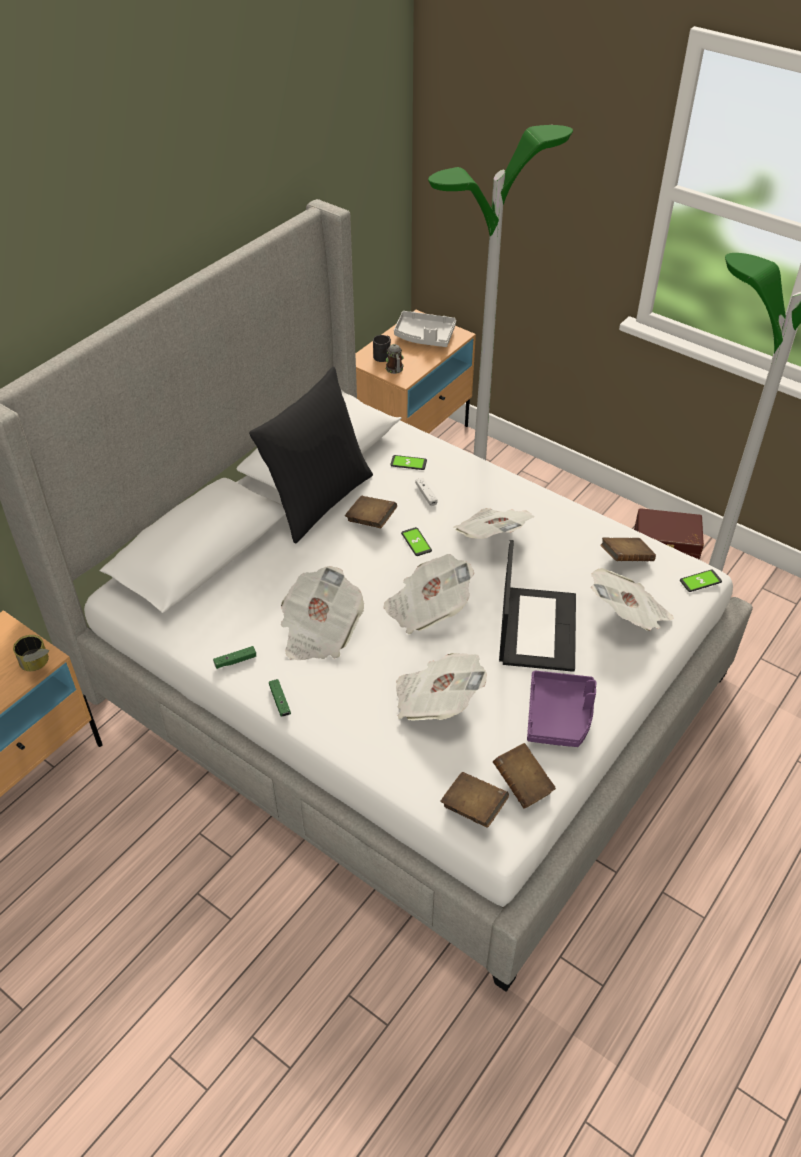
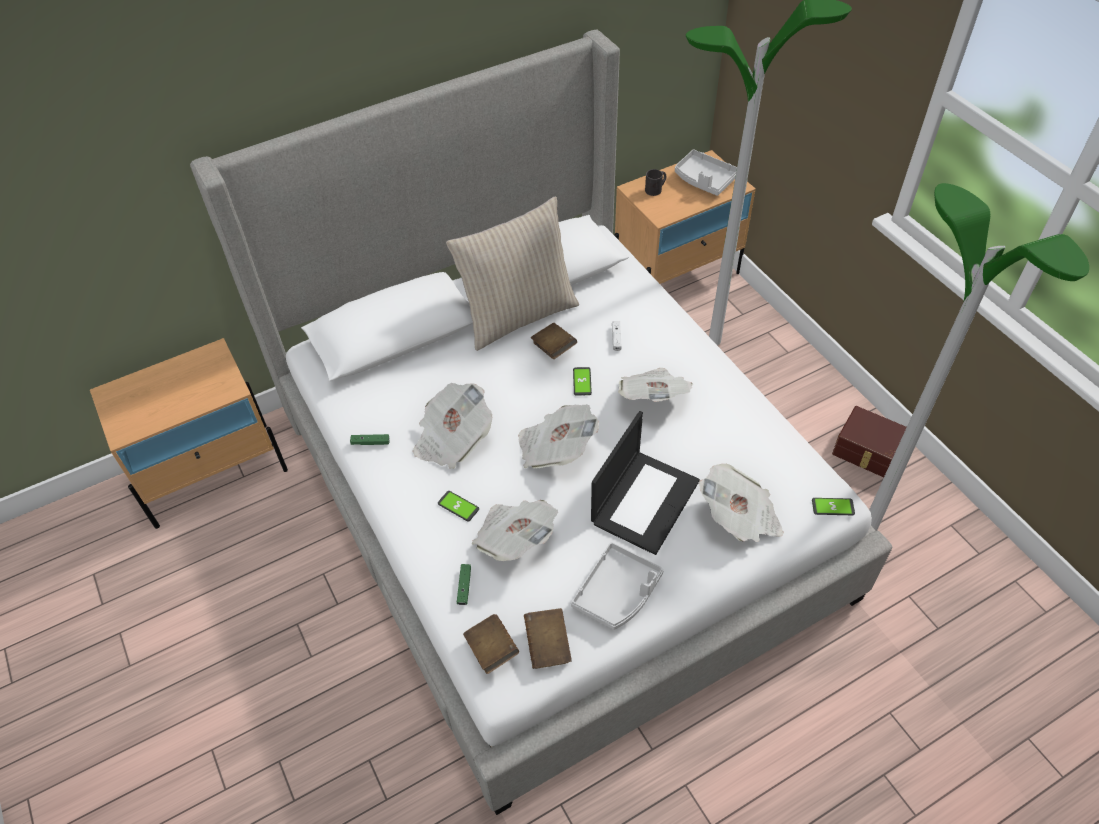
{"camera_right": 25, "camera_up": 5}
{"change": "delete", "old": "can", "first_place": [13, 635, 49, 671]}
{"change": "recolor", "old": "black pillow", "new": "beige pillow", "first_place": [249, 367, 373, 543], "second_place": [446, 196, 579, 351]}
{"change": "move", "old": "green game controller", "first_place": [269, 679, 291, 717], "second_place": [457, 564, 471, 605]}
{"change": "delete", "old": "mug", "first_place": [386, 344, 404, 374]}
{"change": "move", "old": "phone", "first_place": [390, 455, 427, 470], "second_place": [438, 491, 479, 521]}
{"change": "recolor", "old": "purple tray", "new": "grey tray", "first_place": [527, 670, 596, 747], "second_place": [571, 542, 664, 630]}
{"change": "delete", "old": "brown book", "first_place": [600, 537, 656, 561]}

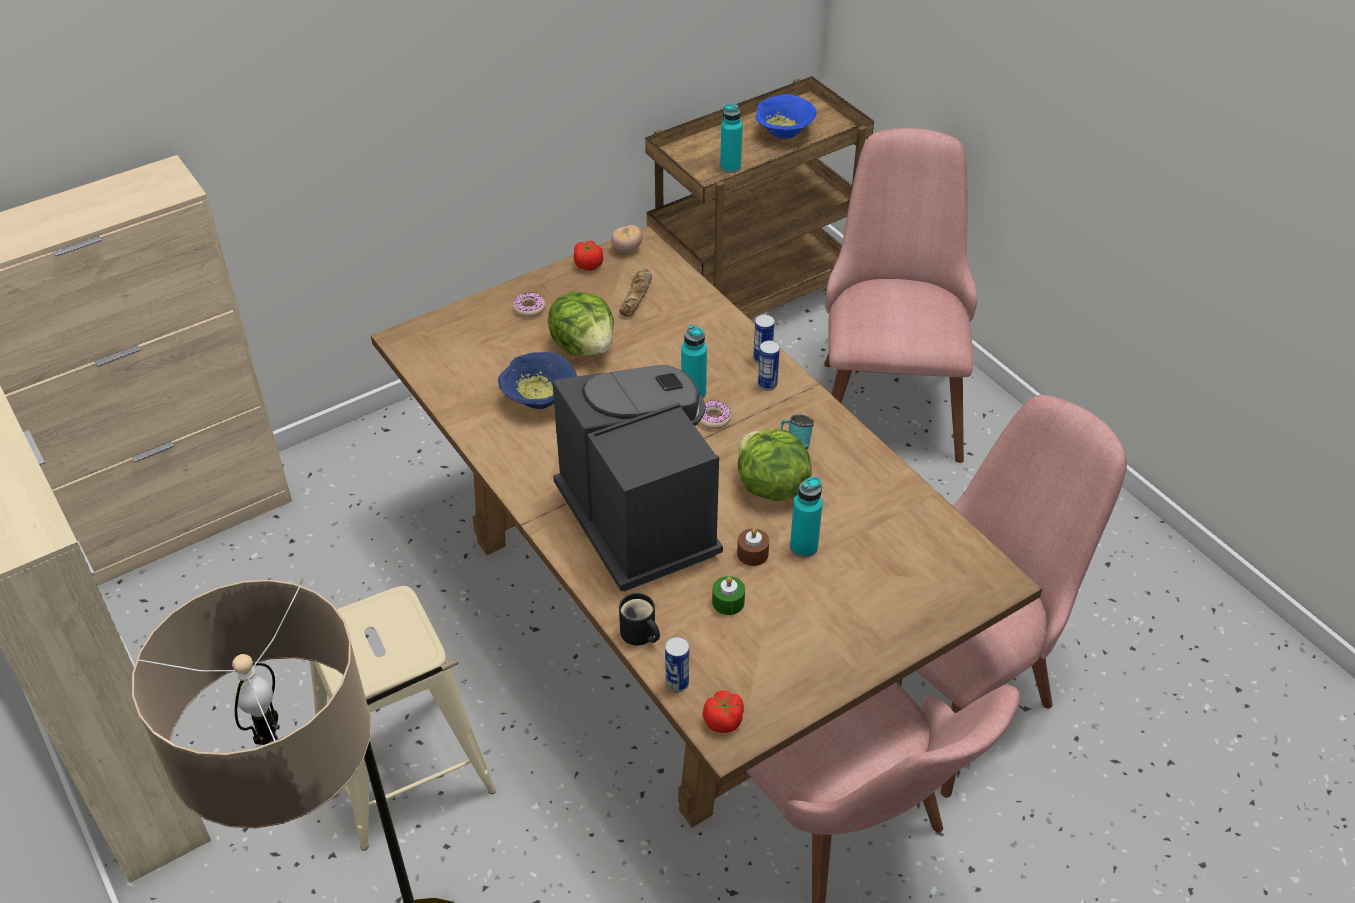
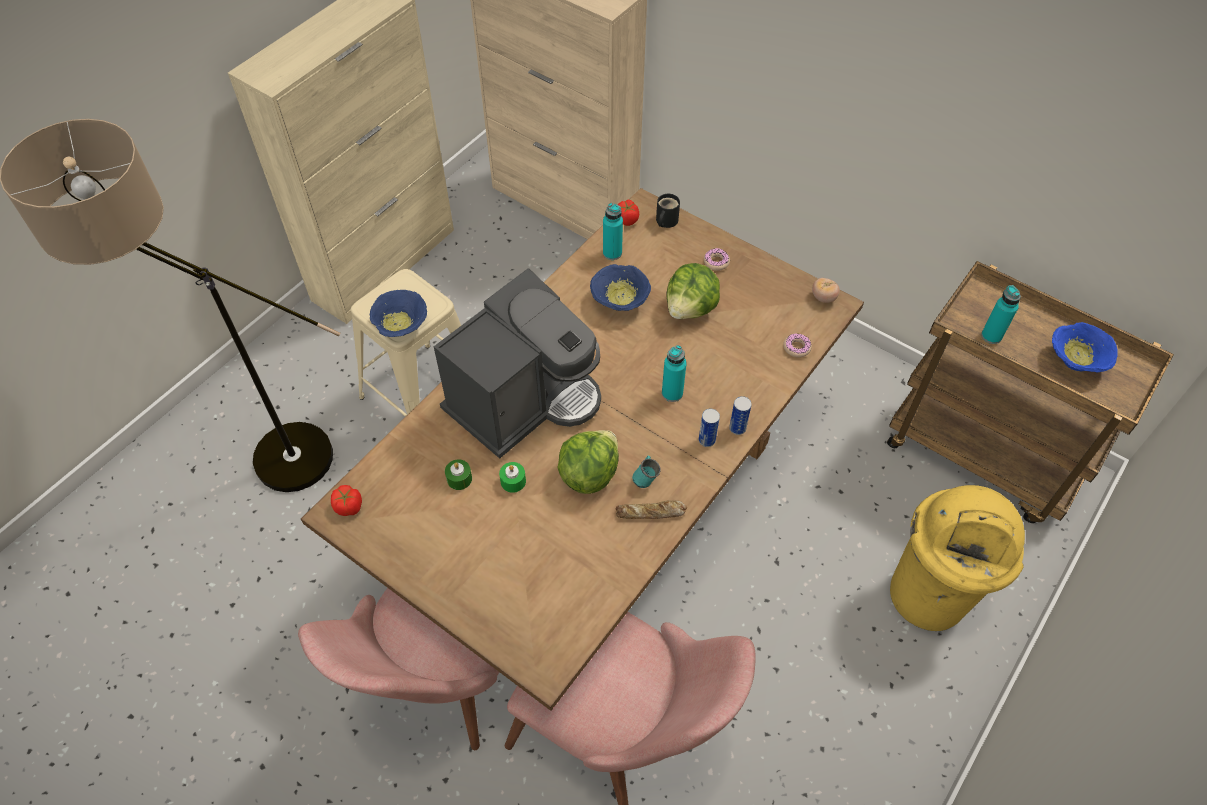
{"camera_right": 70, "camera_up": 10}
{"change": "move", "old": "tomato", "first_place": [574, 241, 603, 270], "second_place": [618, 200, 639, 226]}
{"change": "move", "old": "bread", "first_place": [619, 269, 652, 317], "second_place": [616, 500, 687, 519]}
{"change": "move", "old": "black mug", "first_place": [619, 593, 660, 645], "second_place": [656, 194, 680, 228]}
{"change": "delete", "old": "can", "first_place": [665, 637, 689, 692]}
{"change": "move", "old": "donut", "first_place": [696, 400, 731, 429], "second_place": [783, 333, 812, 358]}
{"change": "recolor", "old": "brown candle", "new": "green candle", "first_place": [737, 528, 769, 566], "second_place": [499, 462, 526, 493]}
{"change": "move", "old": "turquoise bottle", "first_place": [790, 476, 823, 558], "second_place": [603, 203, 623, 260]}
{"change": "replace", "old": "pink chair", "new": "yellow trash can", "first_place": [824, 128, 977, 463], "second_place": [890, 485, 1025, 631]}
{"change": "insert", "new": "blue bowl", "second_place": [370, 290, 427, 337]}

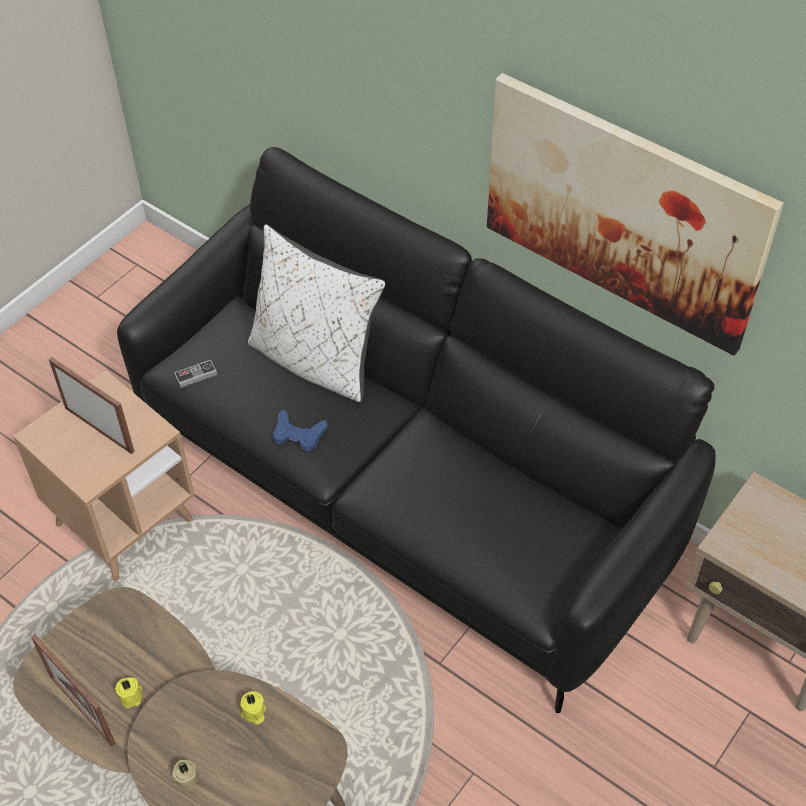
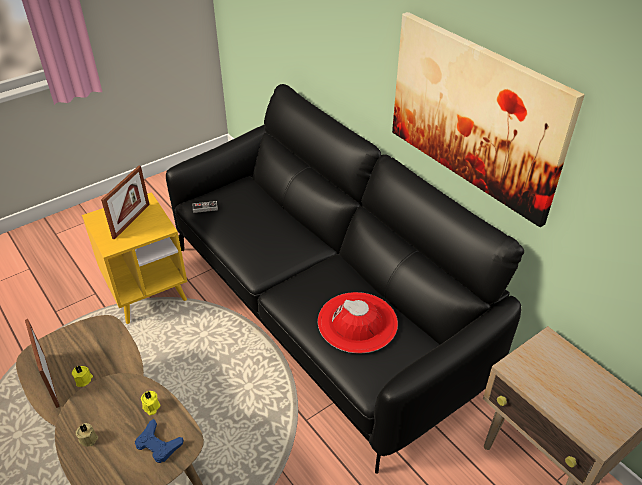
{"camera_right": 15, "camera_up": -10}
{"change": "recolor", "old": "brown side table", "new": "yellow side table", "first_place": [13, 370, 195, 581], "second_place": [82, 192, 187, 324]}
{"change": "rotate", "old": "picture frame", "first_place": [49, 357, 135, 454], "second_place": [101, 166, 150, 240], "degrees": 60}
{"change": "delete", "old": "white pillow", "first_place": [248, 224, 385, 403]}
{"change": "move", "old": "blue game controller", "first_place": [273, 409, 328, 452], "second_place": [135, 419, 184, 463]}
{"change": "insert", "new": "red hat", "second_place": [318, 292, 398, 354]}

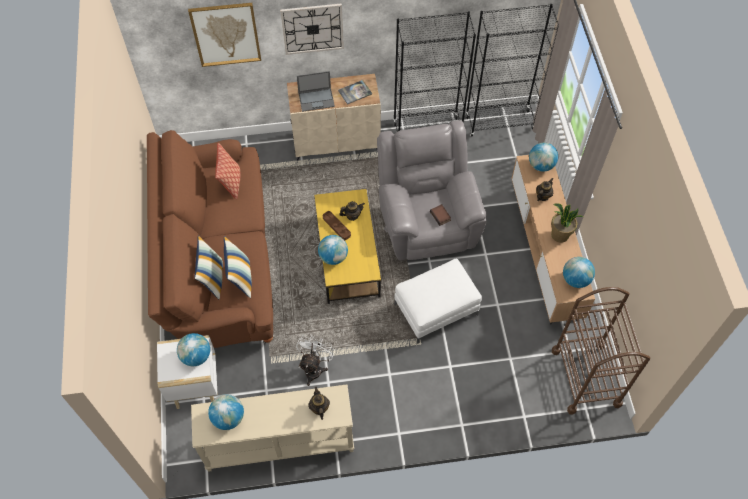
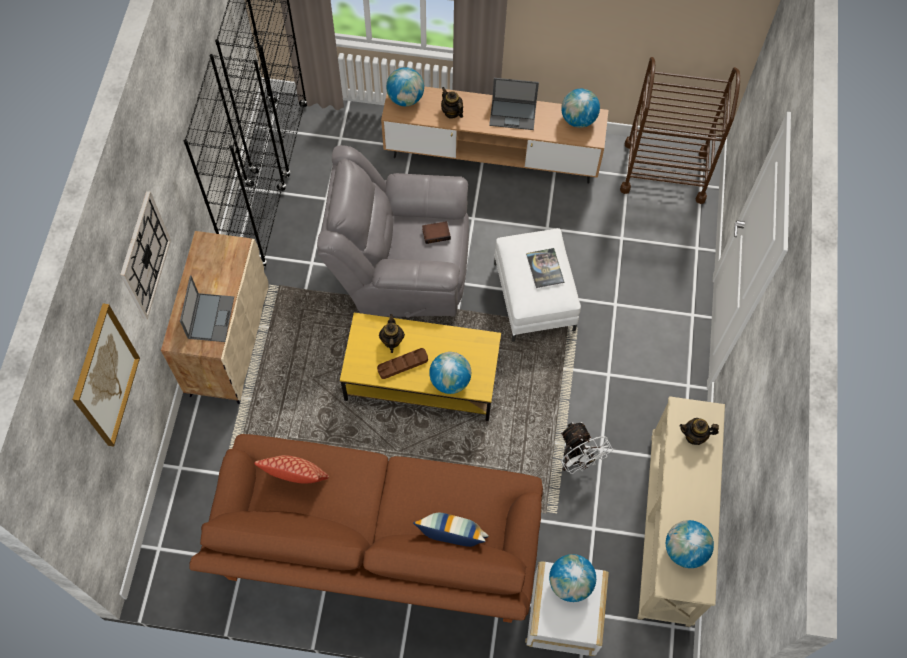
{"camera_right": -75, "camera_up": 5}
{"change": "delete", "old": "pillow", "first_place": [224, 236, 252, 298]}
{"change": "rotate", "old": "white fan", "first_place": [296, 335, 335, 386], "second_place": [561, 422, 613, 474], "degrees": -150}
{"change": "move", "old": "book", "first_place": [338, 80, 372, 105], "second_place": [526, 248, 564, 288]}
{"change": "replace", "old": "potted plant", "new": "laptop", "first_place": [551, 203, 583, 243], "second_place": [489, 78, 539, 130]}

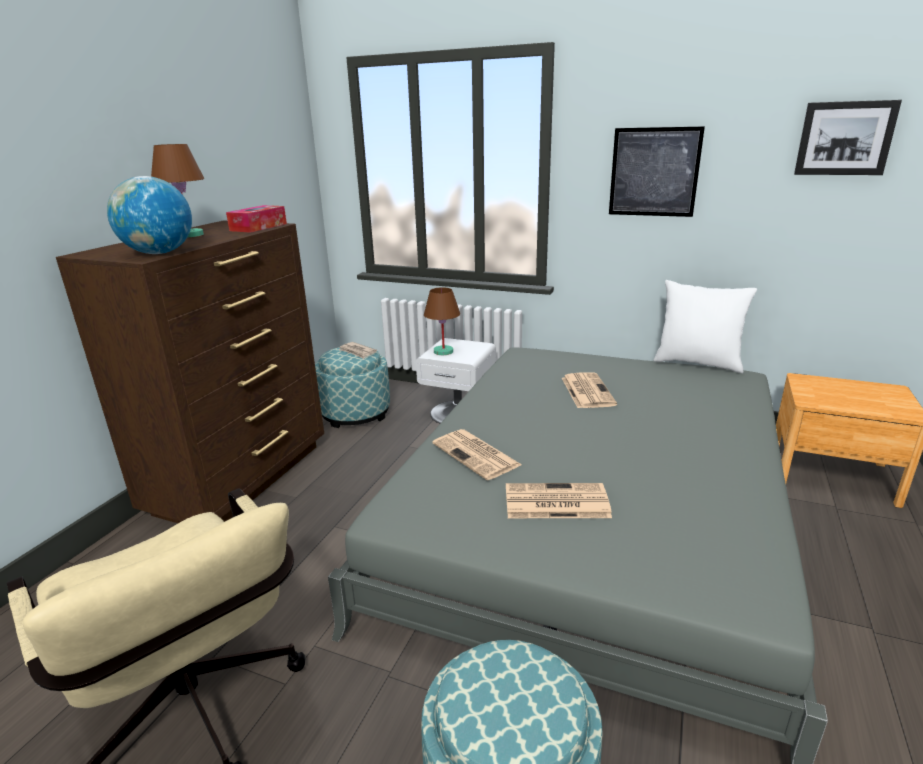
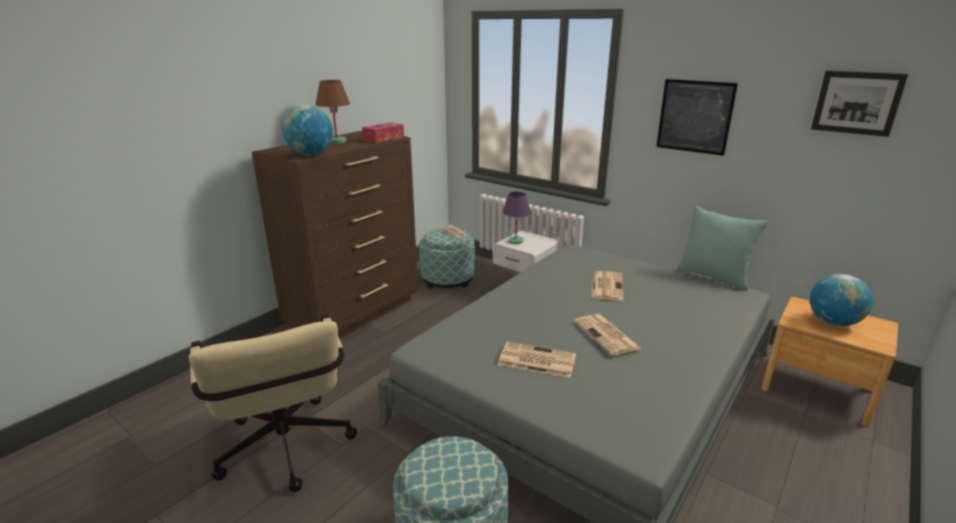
{"camera_right": 15, "camera_up": 0}
{"change": "recolor", "old": "brown table lamp", "new": "purple table lamp", "first_place": [424, 287, 460, 355], "second_place": [502, 192, 531, 244]}
{"change": "move", "old": "newspaper", "first_place": [432, 429, 522, 480], "second_place": [574, 314, 642, 356]}
{"change": "recolor", "old": "white pillow", "new": "turquoise pillow", "first_place": [653, 280, 757, 373], "second_place": [677, 206, 768, 291]}
{"change": "insert", "new": "globe", "second_place": [810, 274, 873, 326]}

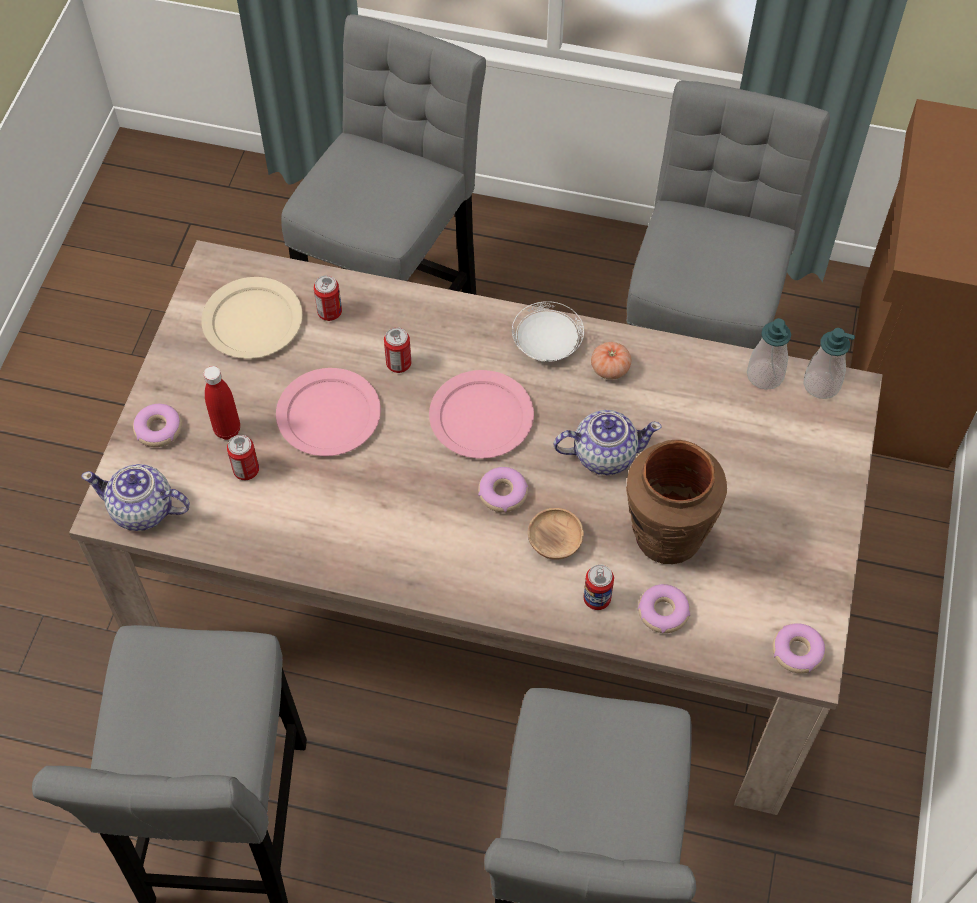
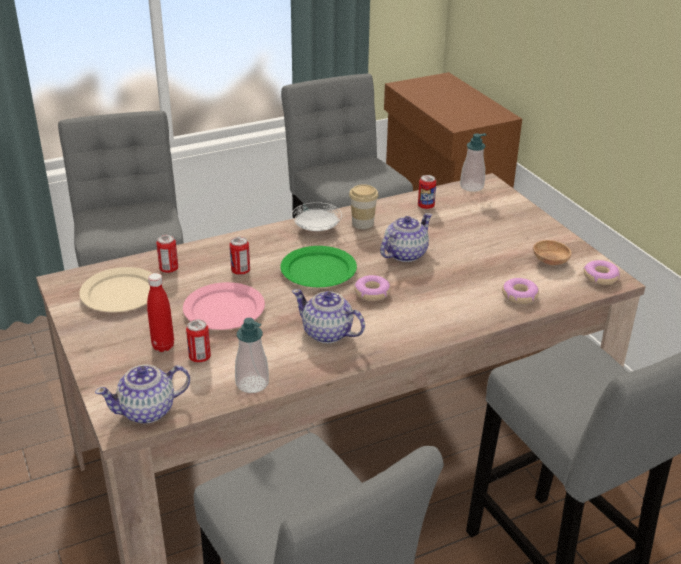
{"camera_right": -40, "camera_up": -25}
{"change": "delete", "old": "donut", "first_place": [133, 404, 182, 447]}
{"change": "recolor", "old": "pink plate", "new": "green plate", "first_place": [429, 370, 534, 459], "second_place": [280, 246, 357, 287]}
{"change": "move", "old": "brown bowl", "first_place": [528, 508, 584, 559], "second_place": [533, 240, 571, 265]}
{"change": "move", "old": "can", "first_place": [583, 564, 614, 610], "second_place": [418, 175, 436, 209]}
{"change": "replace", "old": "tomato", "new": "cup", "first_place": [591, 342, 631, 379], "second_place": [349, 184, 378, 229]}
{"change": "delete", "old": "brown vase", "first_place": [626, 440, 727, 564]}
{"change": "move", "old": "soap dispenser", "first_place": [747, 318, 791, 390], "second_place": [235, 318, 269, 393]}
{"change": "insert", "new": "teapot", "second_place": [292, 289, 365, 343]}

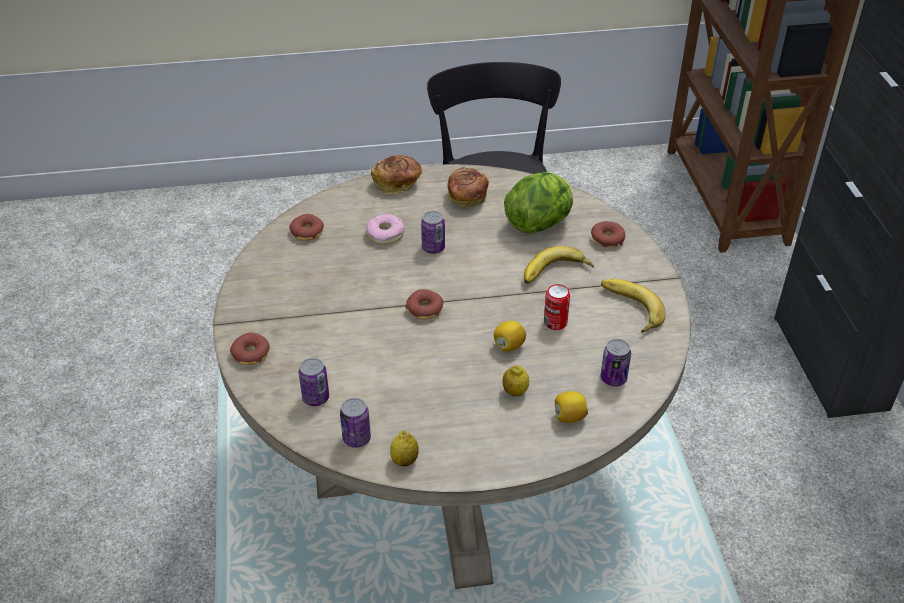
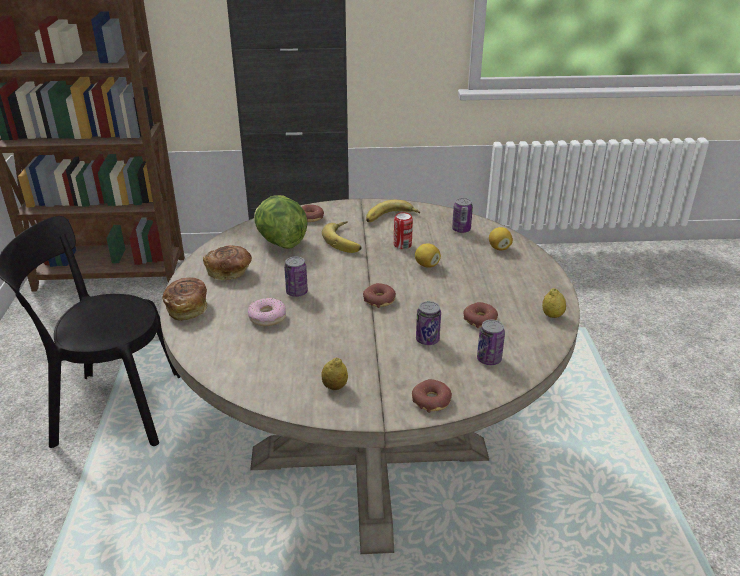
{"camera_right": -85, "camera_up": -10}
{"change": "move", "old": "donut", "first_place": [289, 214, 324, 241], "second_place": [464, 302, 498, 328]}
{"change": "move", "old": "can", "first_place": [340, 398, 371, 448], "second_place": [416, 301, 441, 345]}
{"change": "move", "old": "lemon", "first_place": [503, 365, 529, 396], "second_place": [322, 358, 348, 390]}

